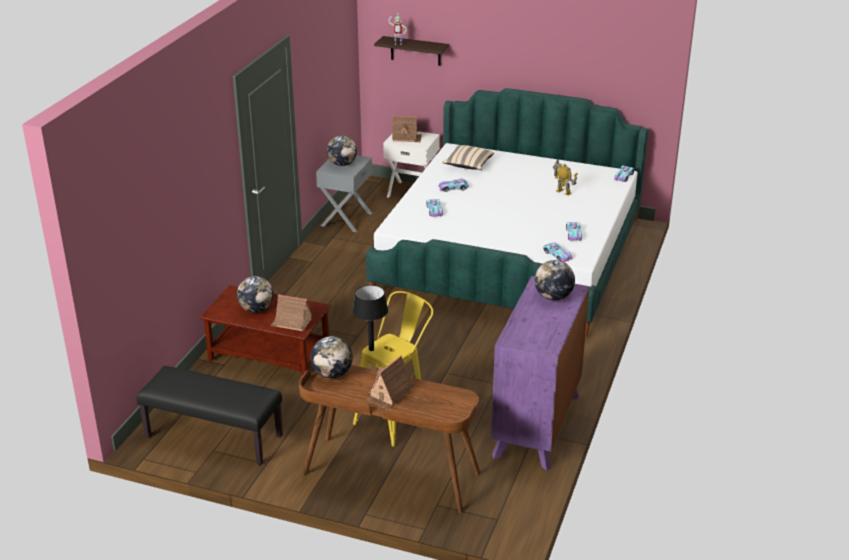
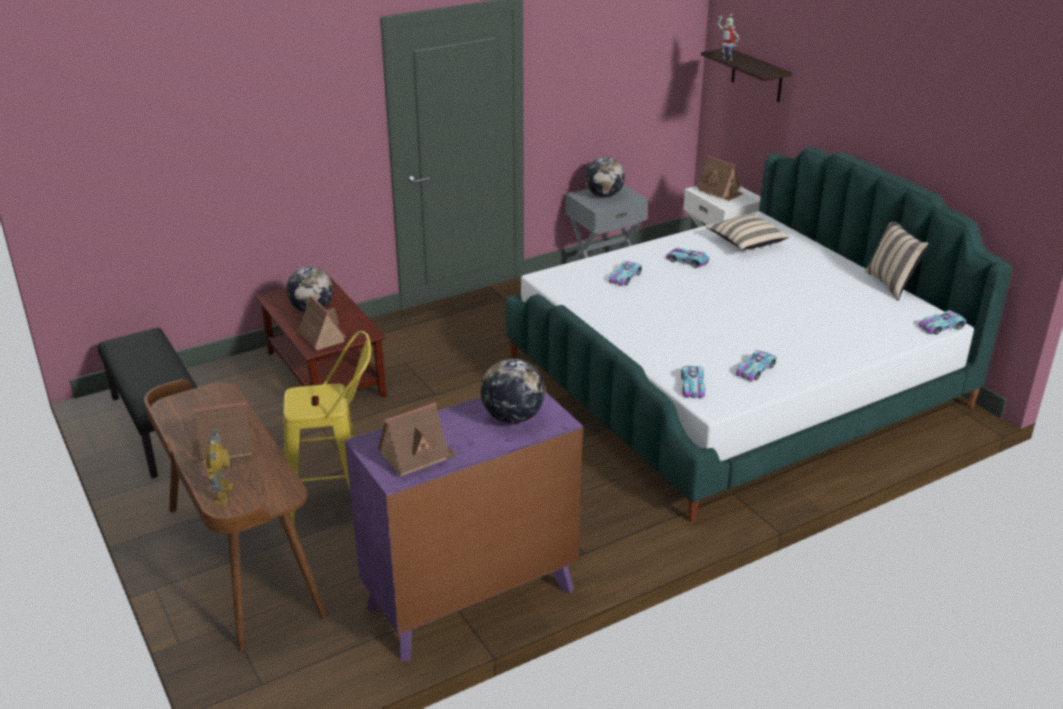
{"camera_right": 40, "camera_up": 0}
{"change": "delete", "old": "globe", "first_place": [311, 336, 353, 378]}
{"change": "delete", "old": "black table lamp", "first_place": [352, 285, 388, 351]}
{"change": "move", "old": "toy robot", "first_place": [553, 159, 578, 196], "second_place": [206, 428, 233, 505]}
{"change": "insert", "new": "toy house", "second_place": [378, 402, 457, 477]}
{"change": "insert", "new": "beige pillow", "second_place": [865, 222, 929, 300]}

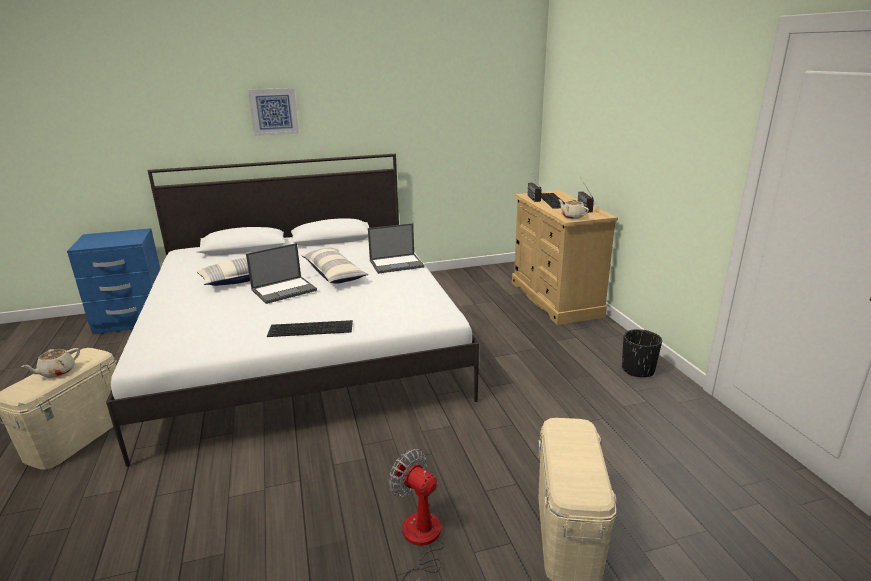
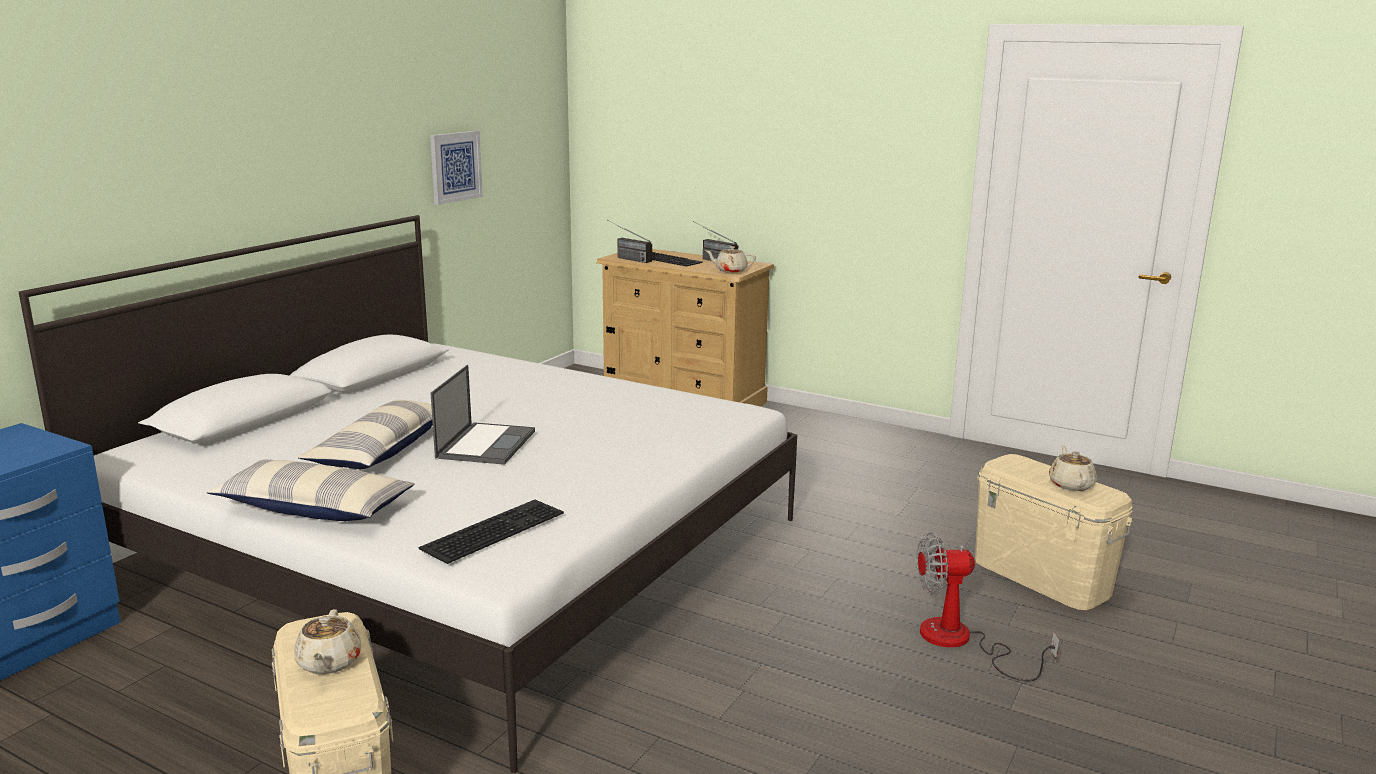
{"camera_right": -45, "camera_up": -5}
{"change": "move", "old": "picture", "first_place": [248, 88, 299, 136], "second_place": [430, 131, 483, 205]}
{"change": "move", "old": "keyboard", "first_place": [267, 320, 353, 337], "second_place": [419, 500, 564, 564]}
{"change": "move", "old": "pillow", "first_place": [301, 248, 368, 284], "second_place": [206, 460, 415, 521]}
{"change": "delete", "old": "laptop", "first_place": [368, 223, 425, 274]}
{"change": "delete", "old": "black planter", "first_place": [622, 329, 662, 377]}
{"change": "insert", "new": "beige teapot", "second_place": [1049, 445, 1097, 491]}

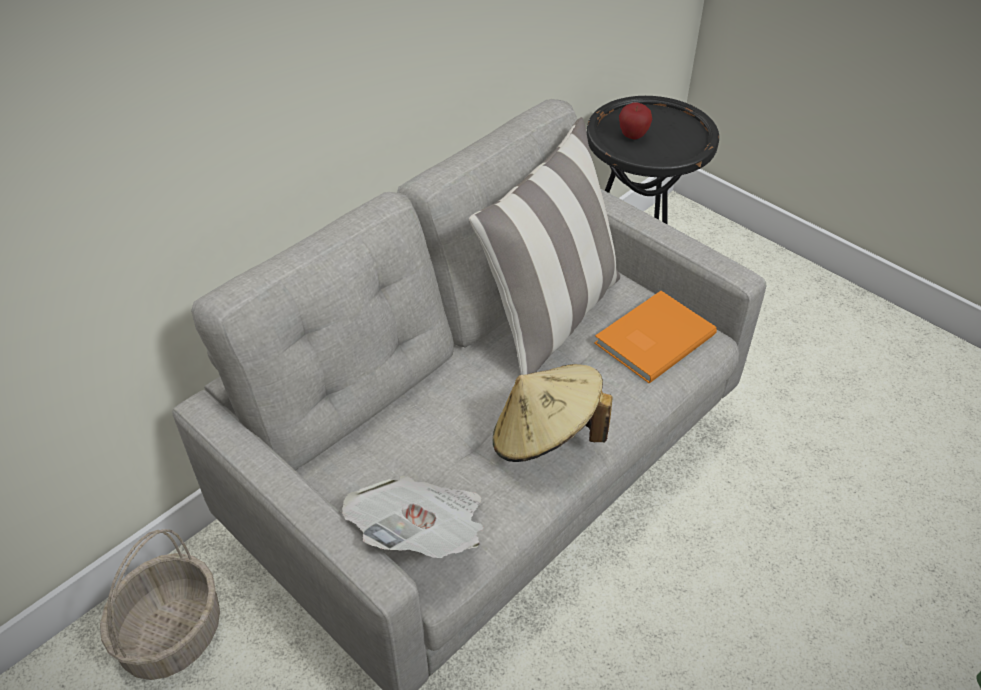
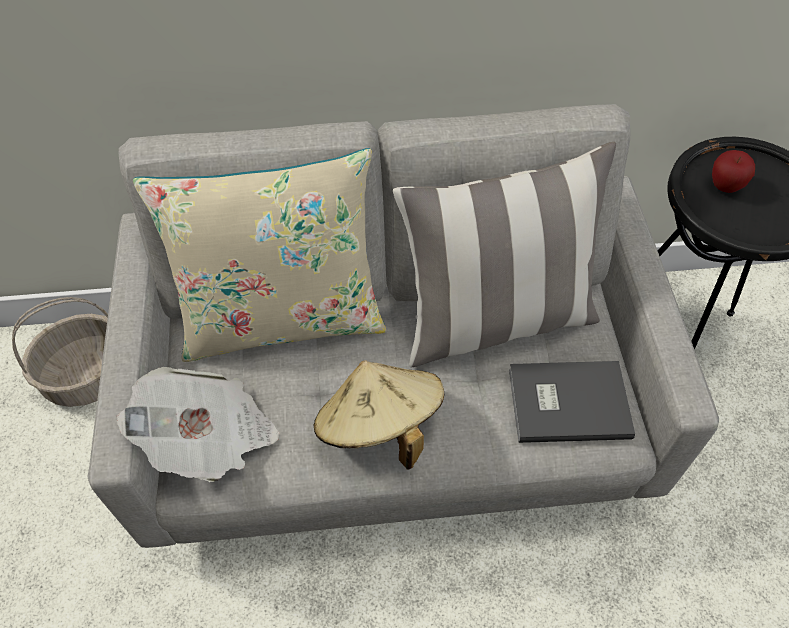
{"camera_right": 40, "camera_up": 10}
{"change": "recolor", "old": "orange book", "new": "grey book", "first_place": [594, 291, 717, 383], "second_place": [509, 361, 635, 443]}
{"change": "insert", "new": "beige pillow", "second_place": [133, 148, 387, 362]}

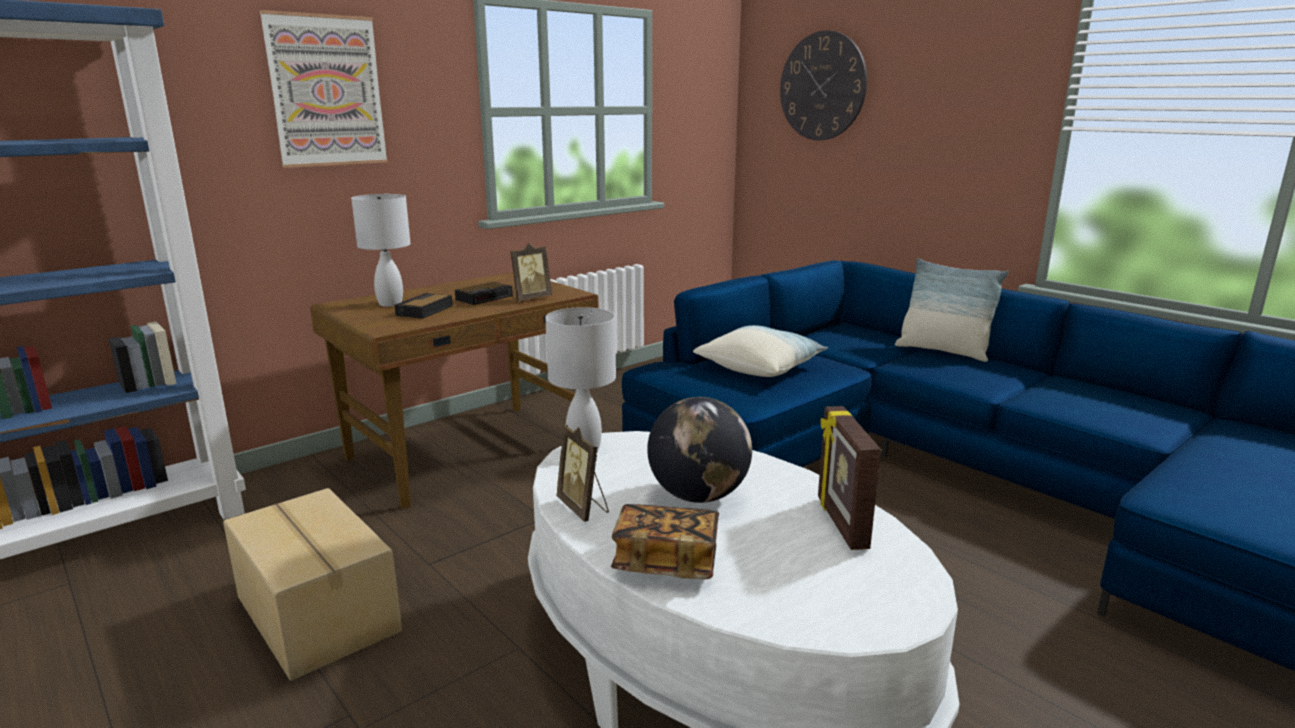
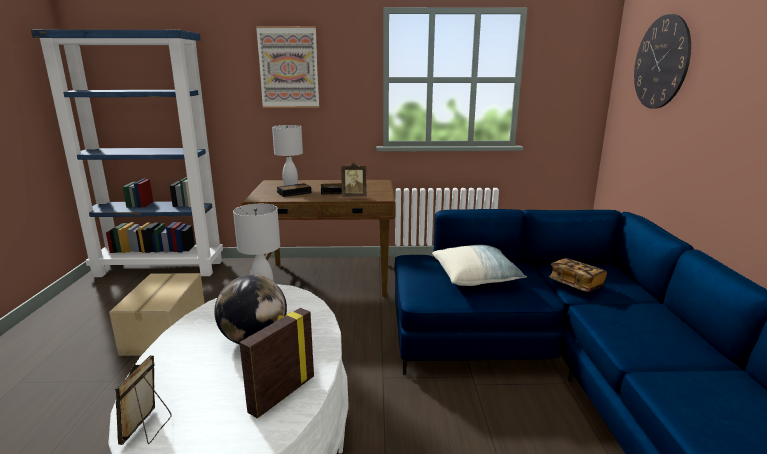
{"camera_right": 40, "camera_up": 0}
{"change": "move", "old": "picture frame", "first_place": [556, 425, 609, 522], "second_place": [115, 355, 172, 445]}
{"change": "move", "old": "book", "first_place": [611, 504, 719, 579], "second_place": [548, 258, 607, 292]}
{"change": "delete", "old": "pillow", "first_place": [895, 258, 1009, 362]}

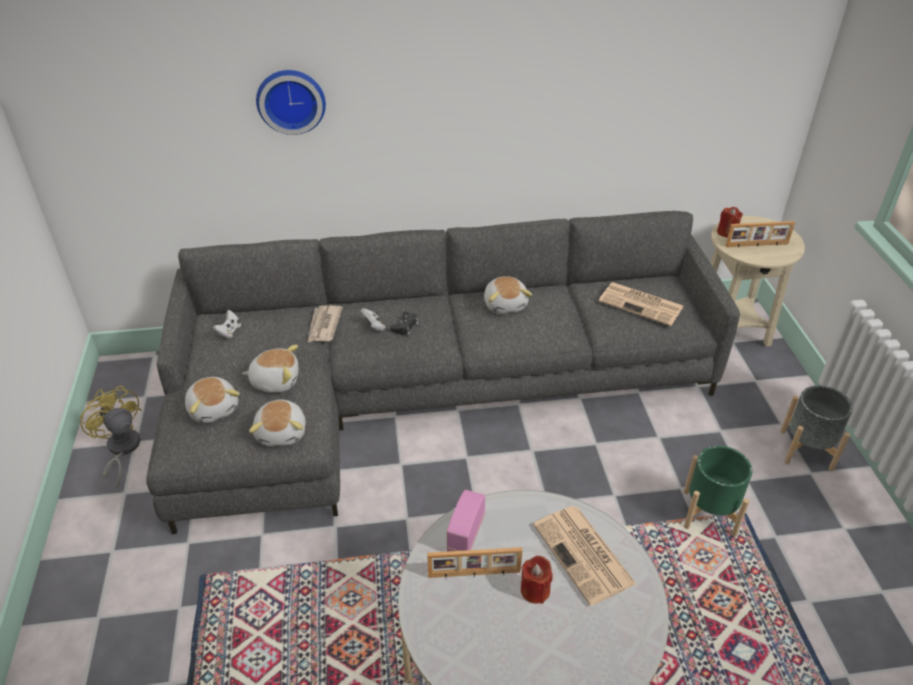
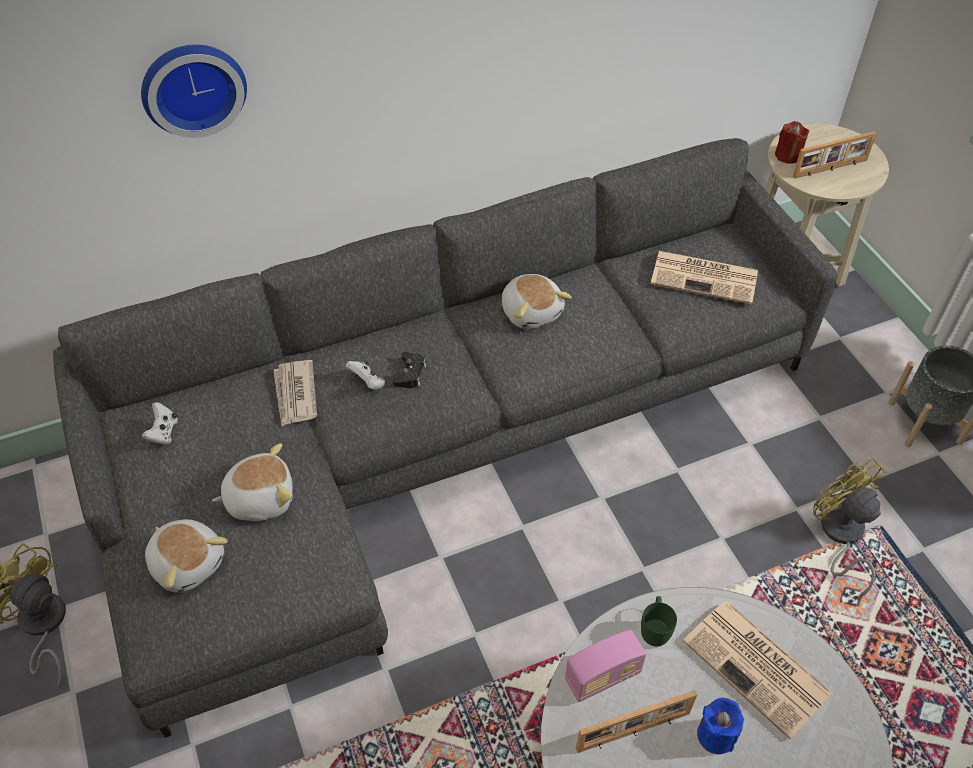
{"camera_right": -15, "camera_up": 10}
{"change": "delete", "old": "plush toy", "first_place": [249, 399, 306, 446]}
{"change": "rotate", "old": "radio", "first_place": [446, 490, 485, 552], "second_place": [565, 630, 646, 702], "degrees": -120}
{"change": "recolor", "old": "red candle", "new": "blue candle", "first_place": [521, 556, 553, 604], "second_place": [697, 698, 744, 754]}
{"change": "replace", "old": "green planter", "new": "yellow fan", "first_place": [683, 446, 752, 537], "second_place": [813, 458, 886, 598]}
{"change": "insert", "new": "green mug", "second_place": [641, 596, 677, 646]}

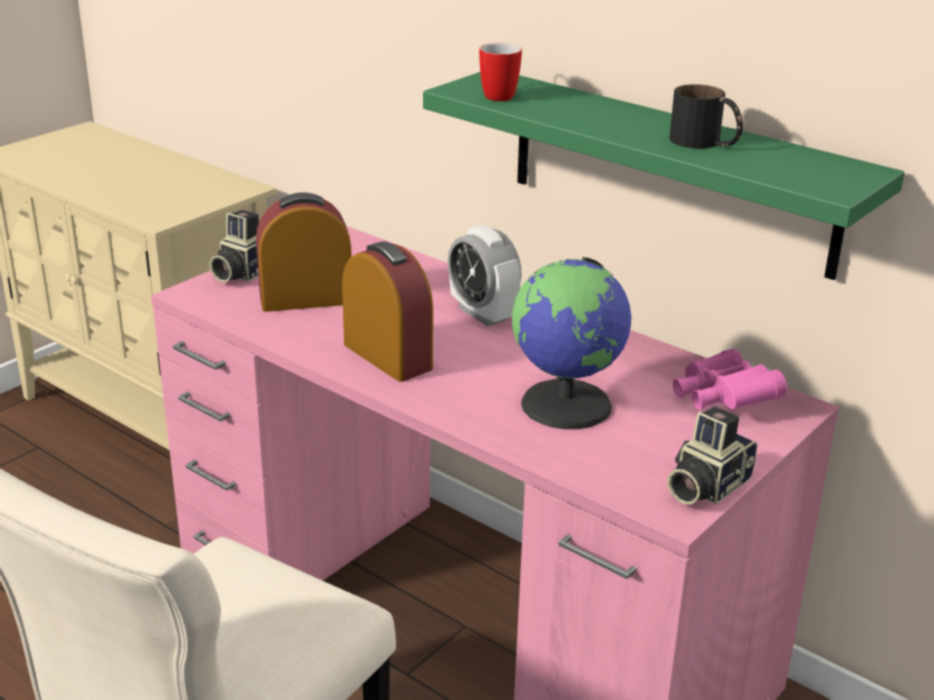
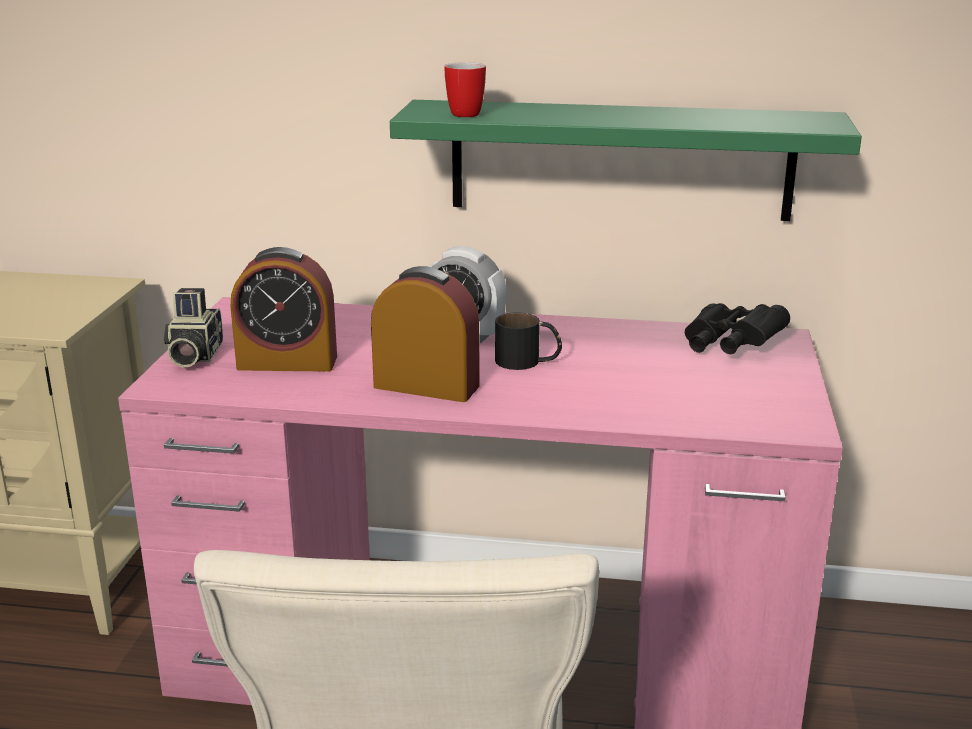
{"camera_right": -30, "camera_up": -5}
{"change": "rotate", "old": "alarm clock", "first_place": [256, 192, 352, 312], "second_place": [231, 247, 337, 372], "degrees": -135}
{"change": "delete", "old": "globe", "first_place": [512, 257, 631, 429]}
{"change": "delete", "old": "photo camera", "first_place": [667, 406, 757, 504]}
{"change": "move", "old": "black mug", "first_place": [669, 84, 743, 149], "second_place": [495, 312, 562, 370]}
{"change": "recolor", "old": "pink binoculars", "new": "black binoculars", "first_place": [673, 349, 787, 410], "second_place": [685, 303, 790, 354]}

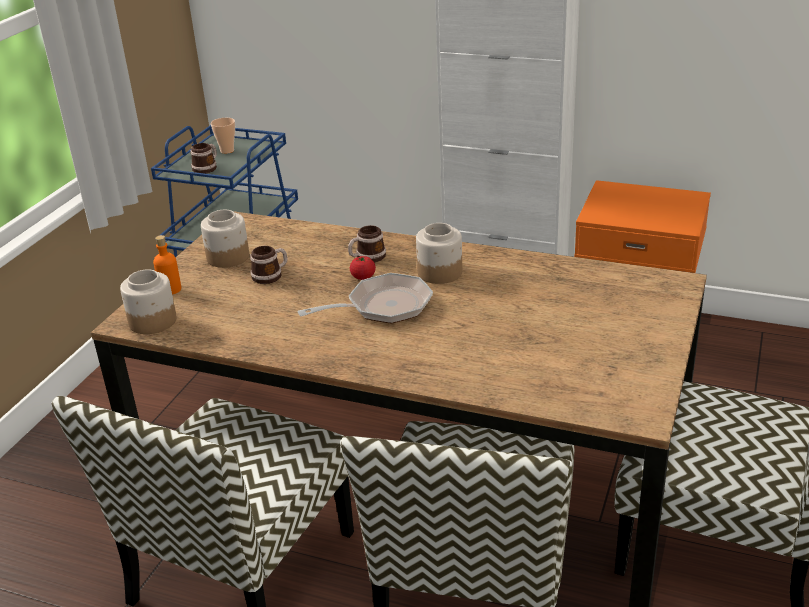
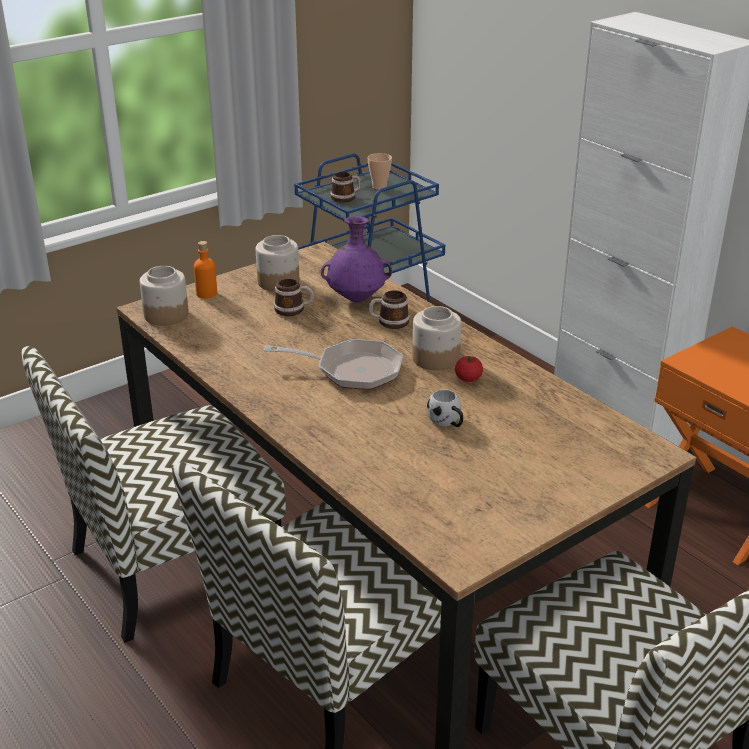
{"camera_right": 30, "camera_up": 0}
{"change": "move", "old": "tomato", "first_place": [350, 256, 376, 280], "second_place": [455, 356, 483, 382]}
{"change": "insert", "new": "purple vase", "second_place": [321, 216, 392, 302]}
{"change": "insert", "new": "white mug", "second_place": [427, 389, 463, 427]}

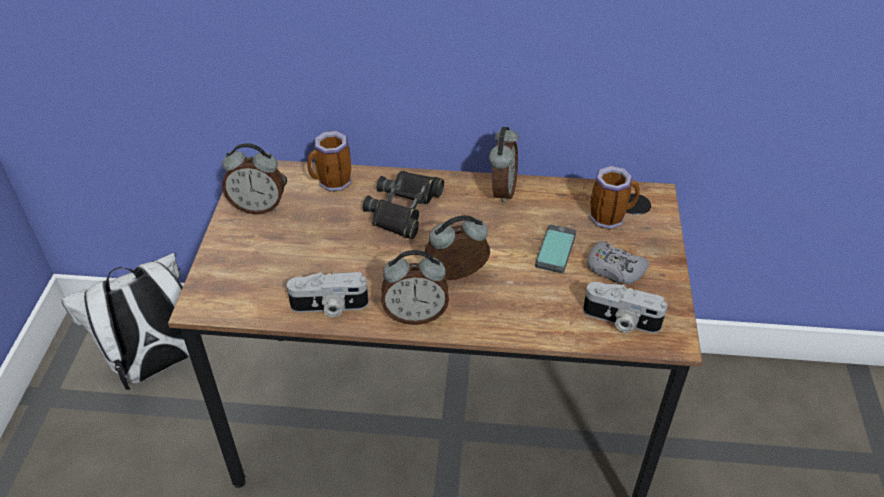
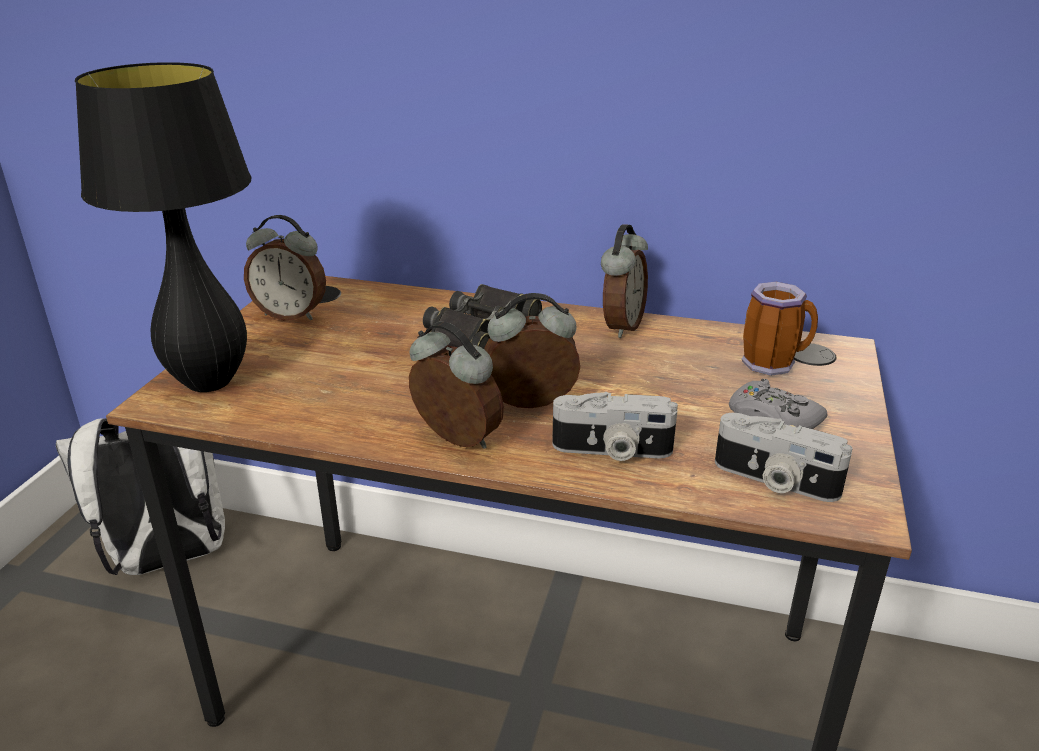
{"camera_right": 10, "camera_up": -15}
{"change": "move", "old": "photo camera", "first_place": [287, 272, 369, 317], "second_place": [552, 392, 678, 461]}
{"change": "delete", "old": "mug", "first_place": [307, 131, 351, 191]}
{"change": "rotate", "old": "alarm clock", "first_place": [381, 250, 449, 325], "second_place": [409, 322, 504, 449], "degrees": -150}
{"change": "delete", "old": "phone", "first_place": [535, 224, 577, 273]}
{"change": "insert", "new": "black table lamp", "second_place": [75, 62, 252, 392]}

